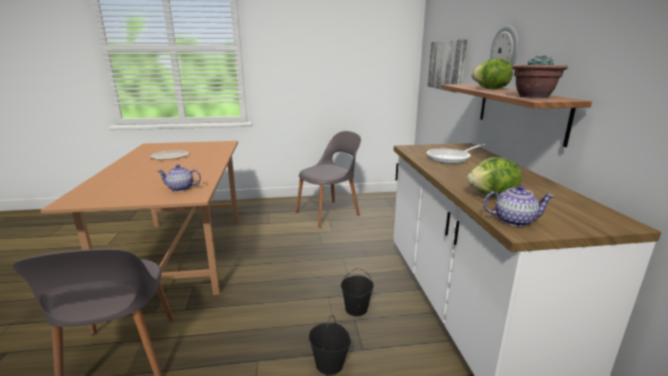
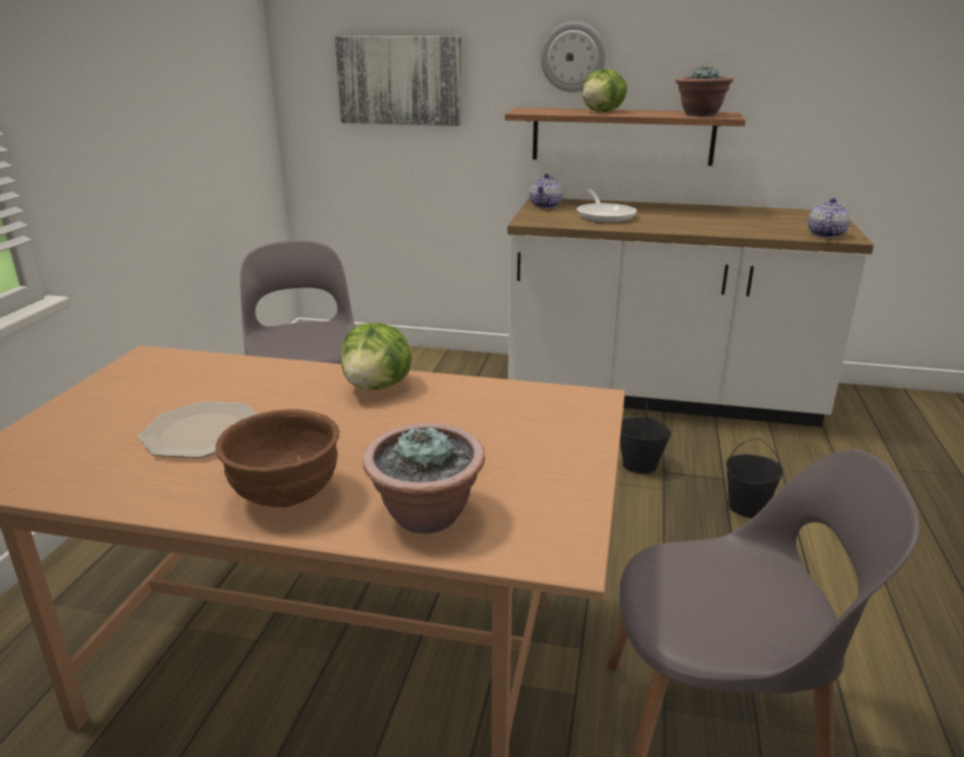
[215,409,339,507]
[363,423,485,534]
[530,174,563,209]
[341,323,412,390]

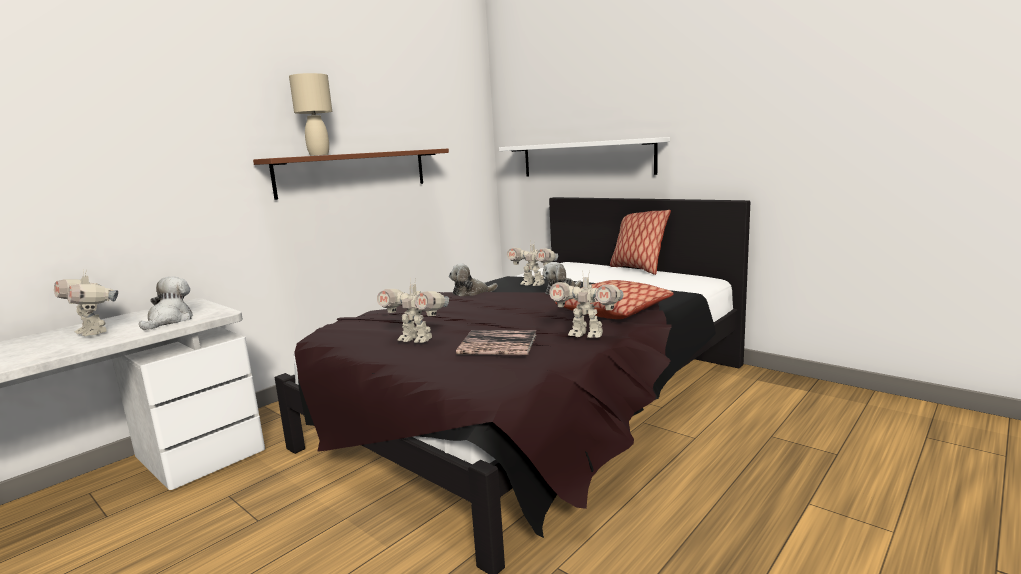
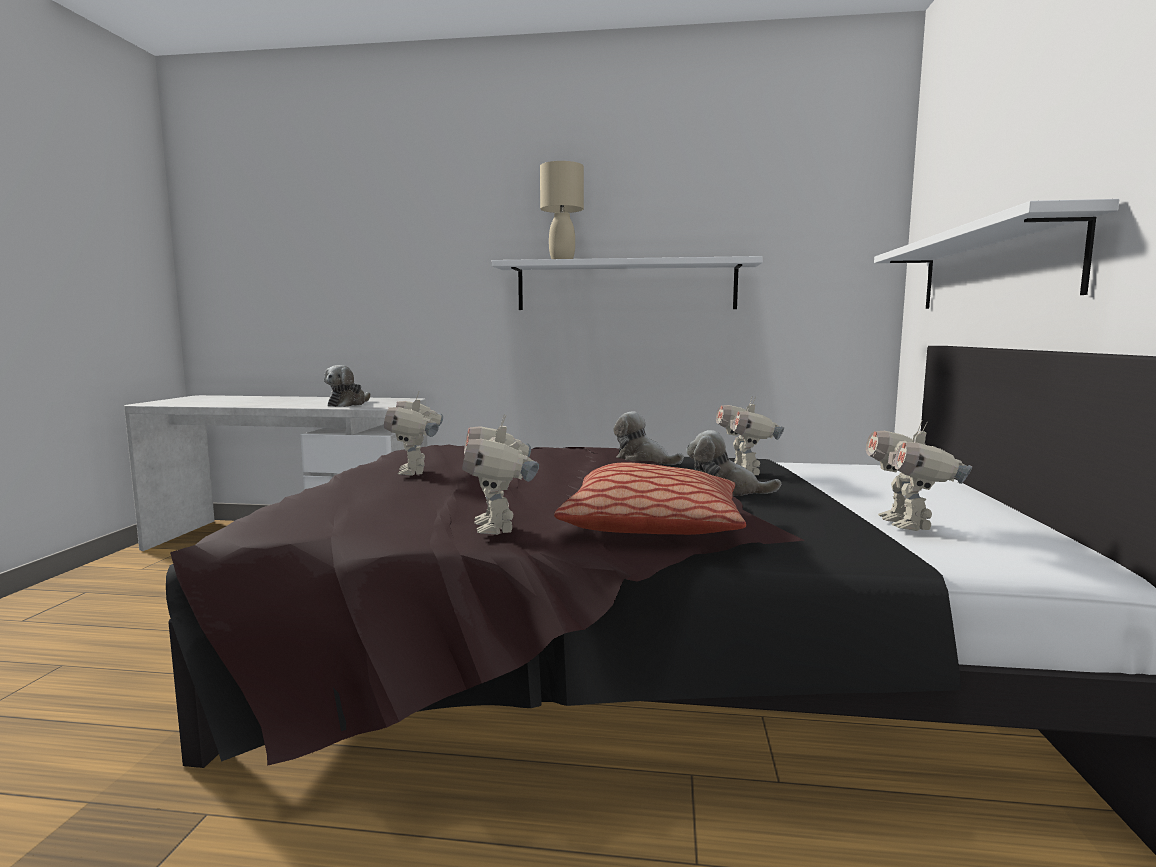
[456,330,536,355] (first image)
[610,210,671,275] (first image)
[866,421,972,531]
[492,256,763,310]
[324,365,371,407]

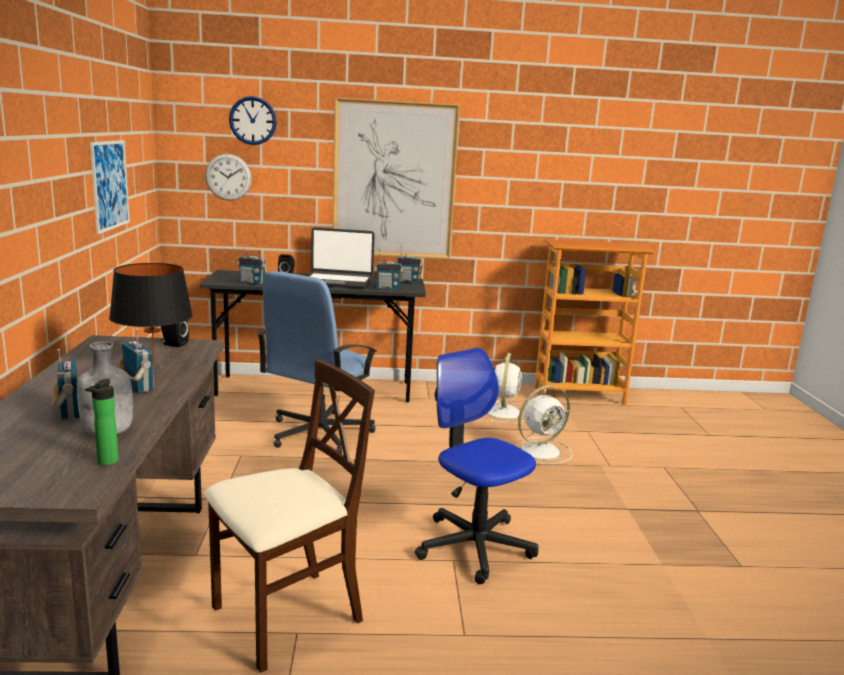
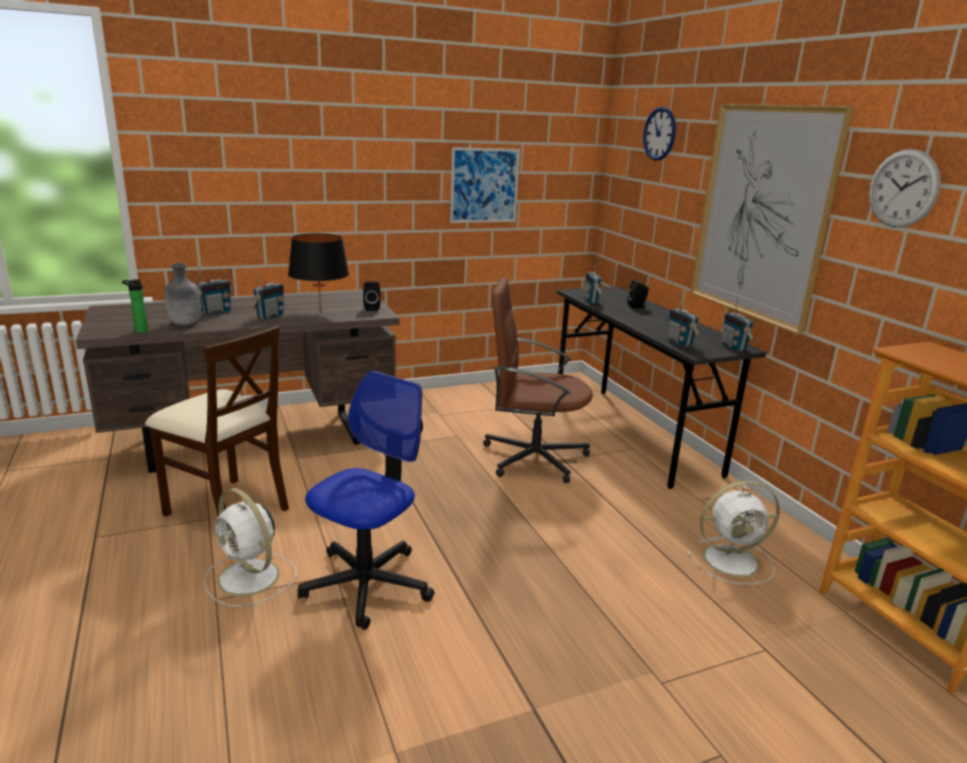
[308,227,375,289] (first image)
[869,149,941,228]
[203,488,297,607]
[483,278,593,483]

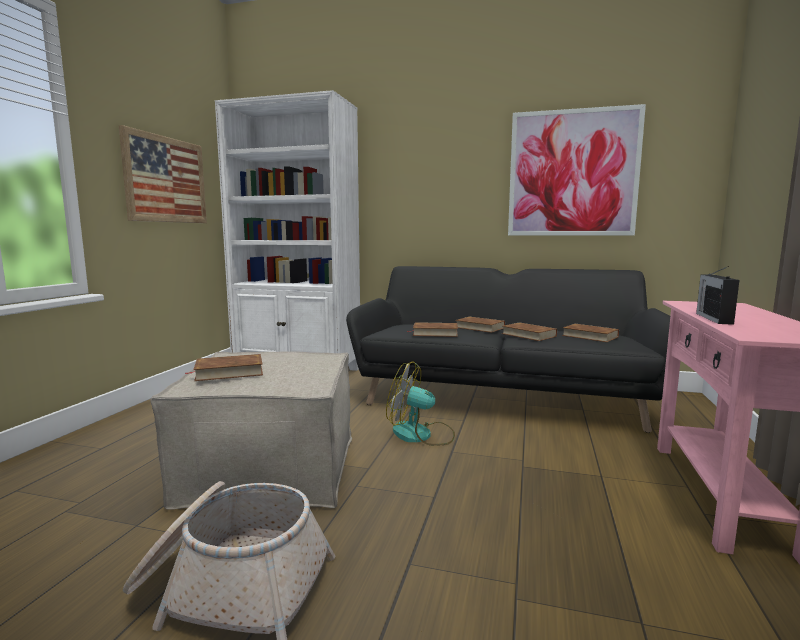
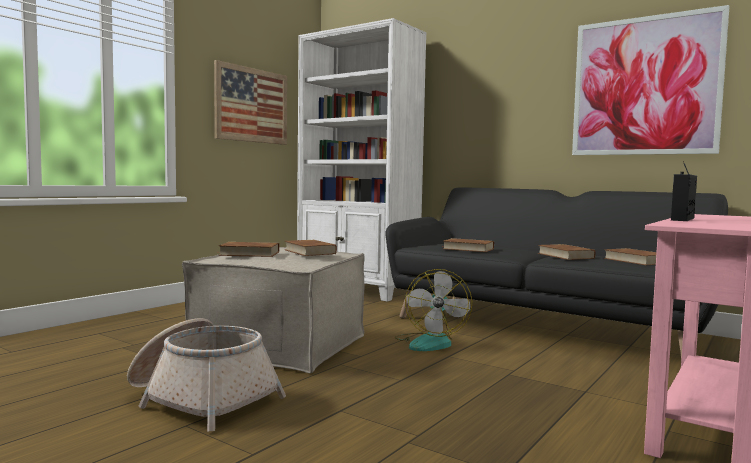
[285,240,337,256]
[395,269,472,351]

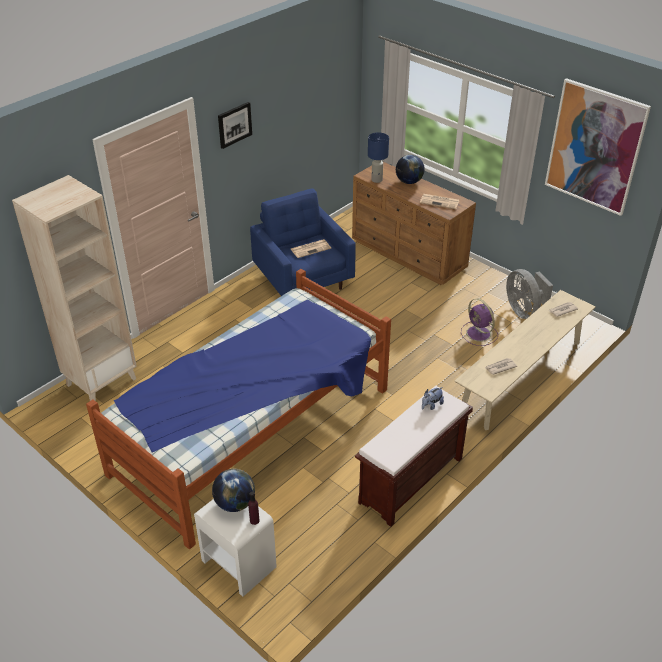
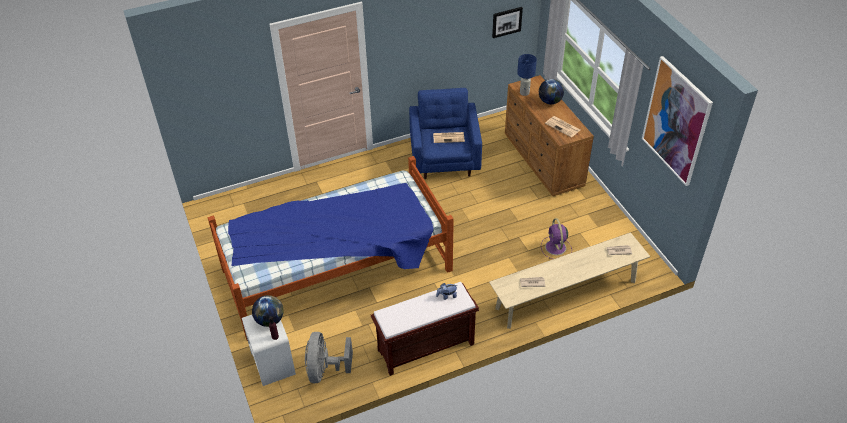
[12,175,137,401] (first image)
[492,7,523,38]
[305,332,353,383]

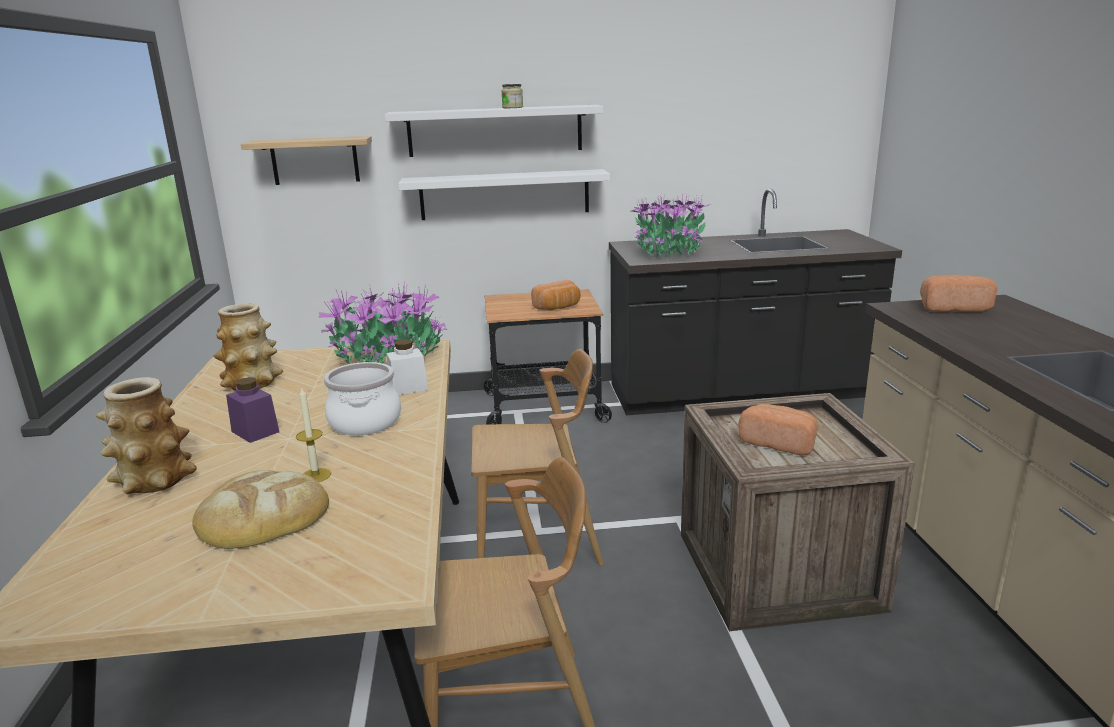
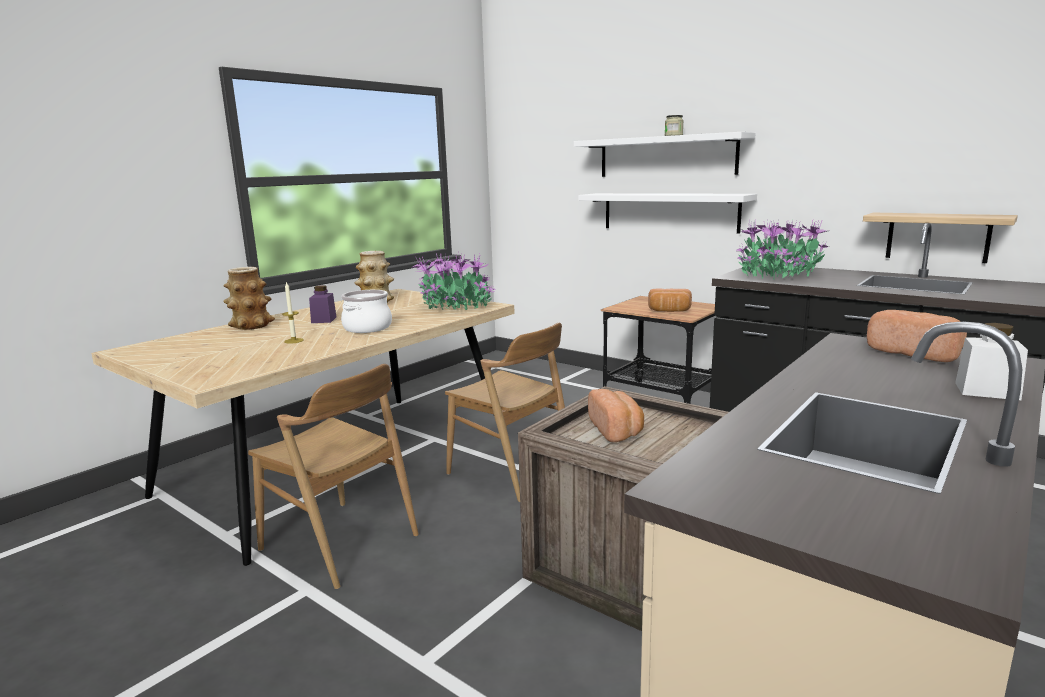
[192,470,329,549] (first image)
[863,213,1018,263]
[955,323,1028,400]

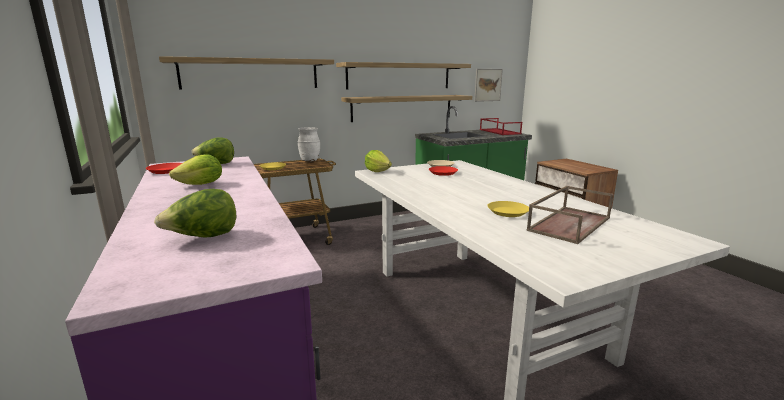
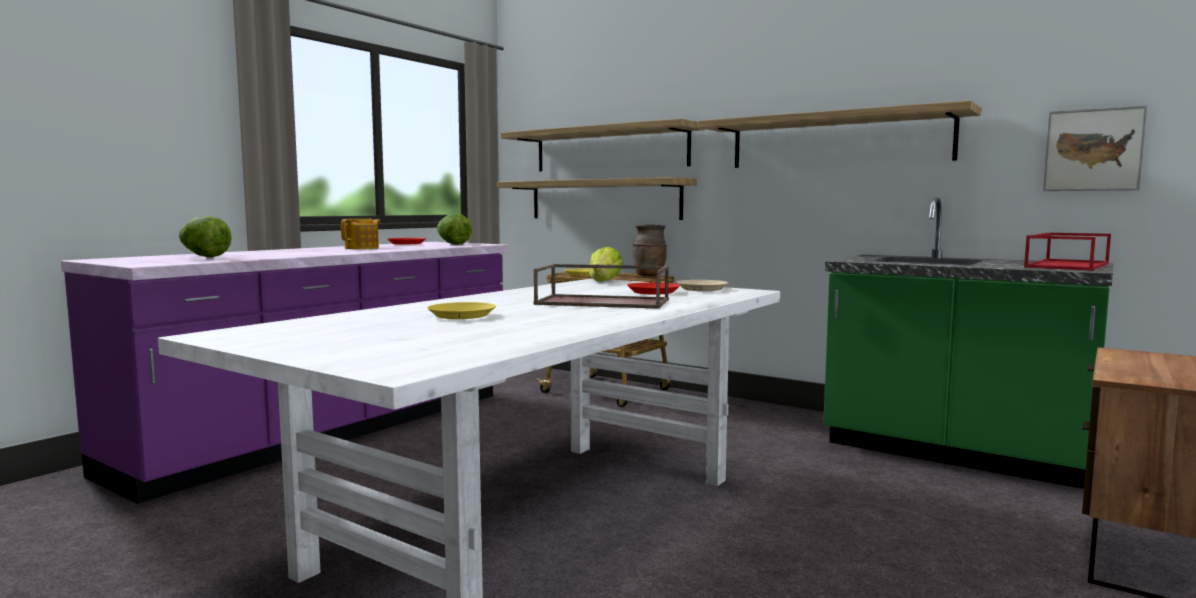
[496,177,697,220]
[534,264,669,309]
[341,219,380,249]
[633,224,667,276]

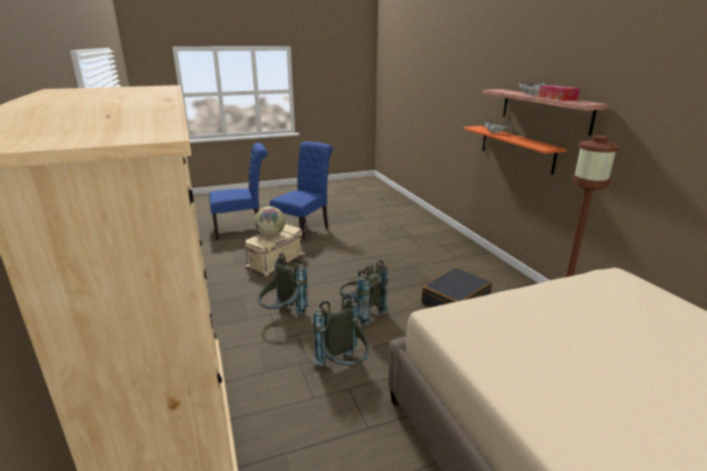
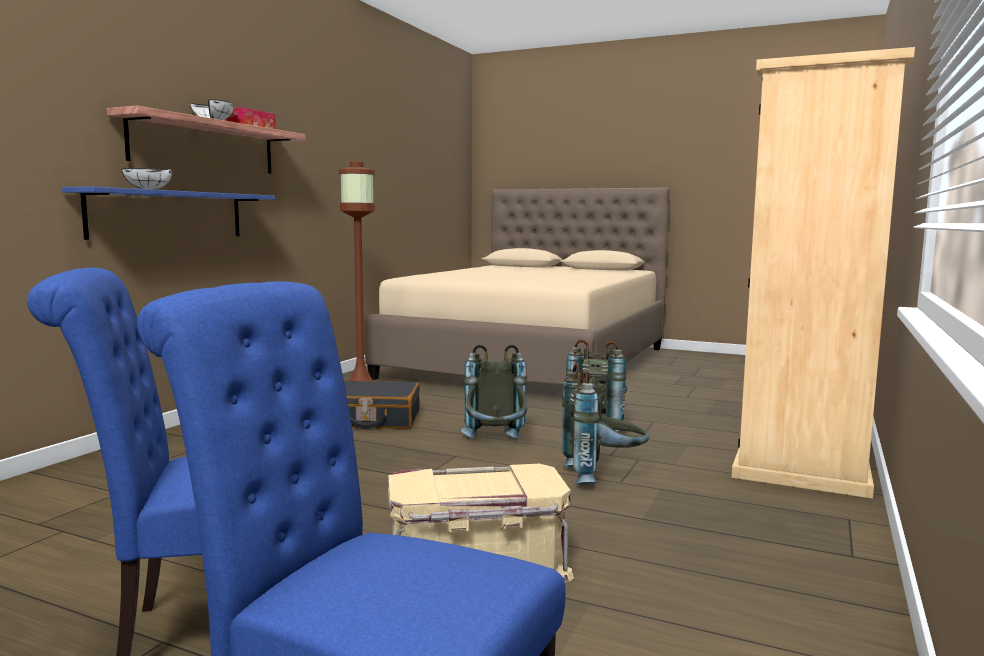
[254,206,285,237] (first image)
[62,187,275,240]

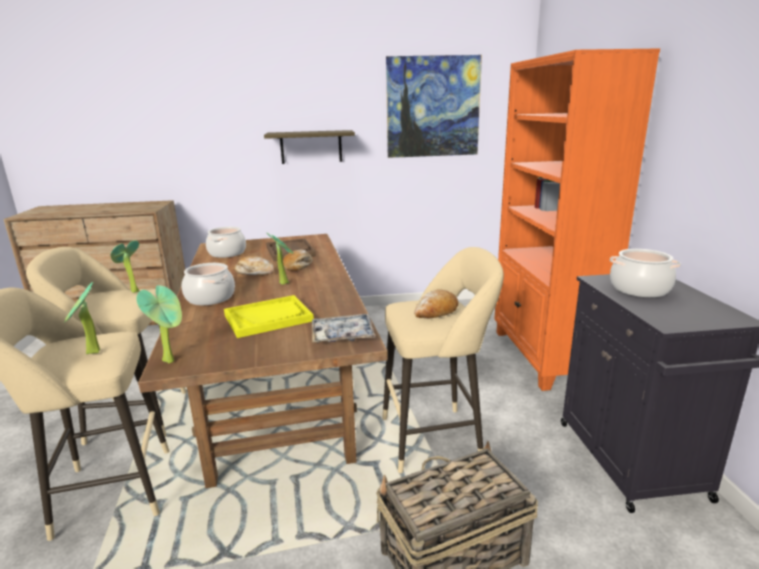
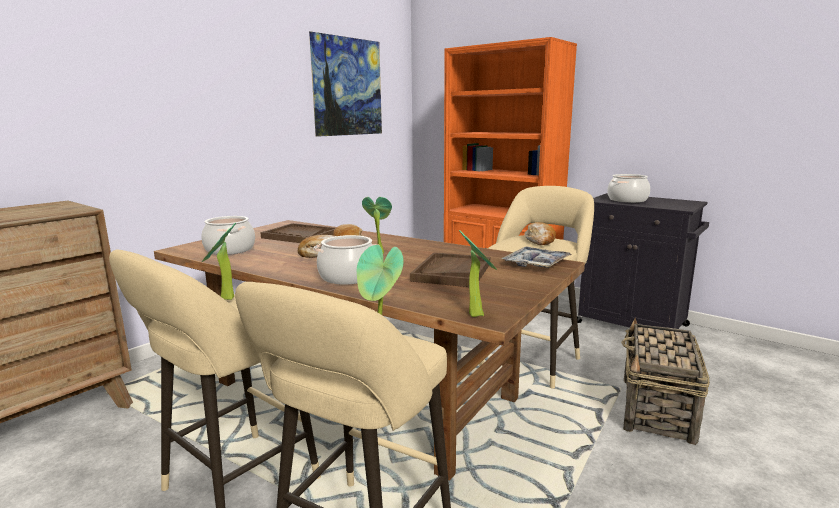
[264,130,355,164] (first image)
[410,252,490,287]

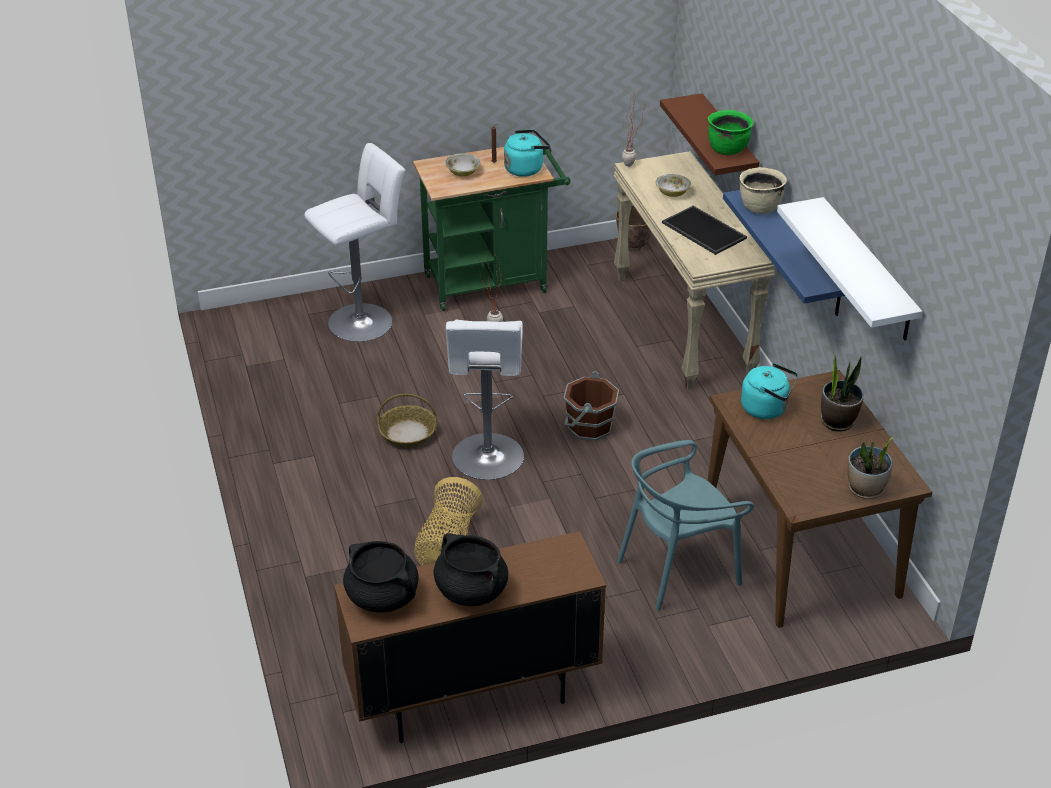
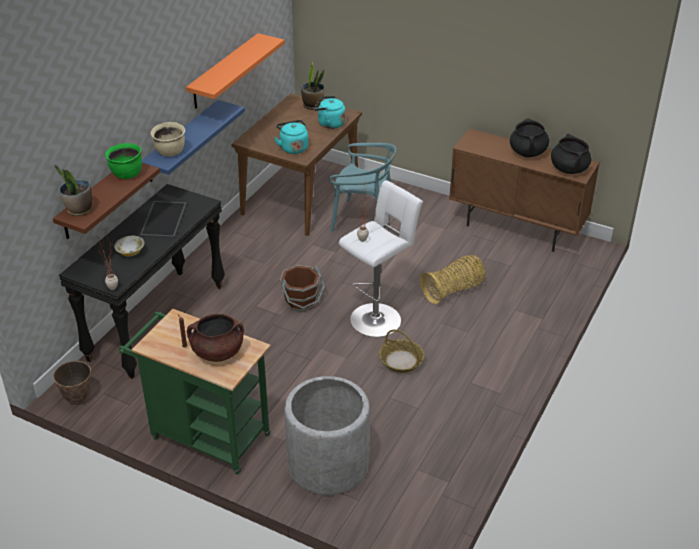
[314,96,346,129]
[55,165,93,216]
[284,376,370,495]
[187,314,244,362]
[59,184,225,379]
[186,33,285,109]

